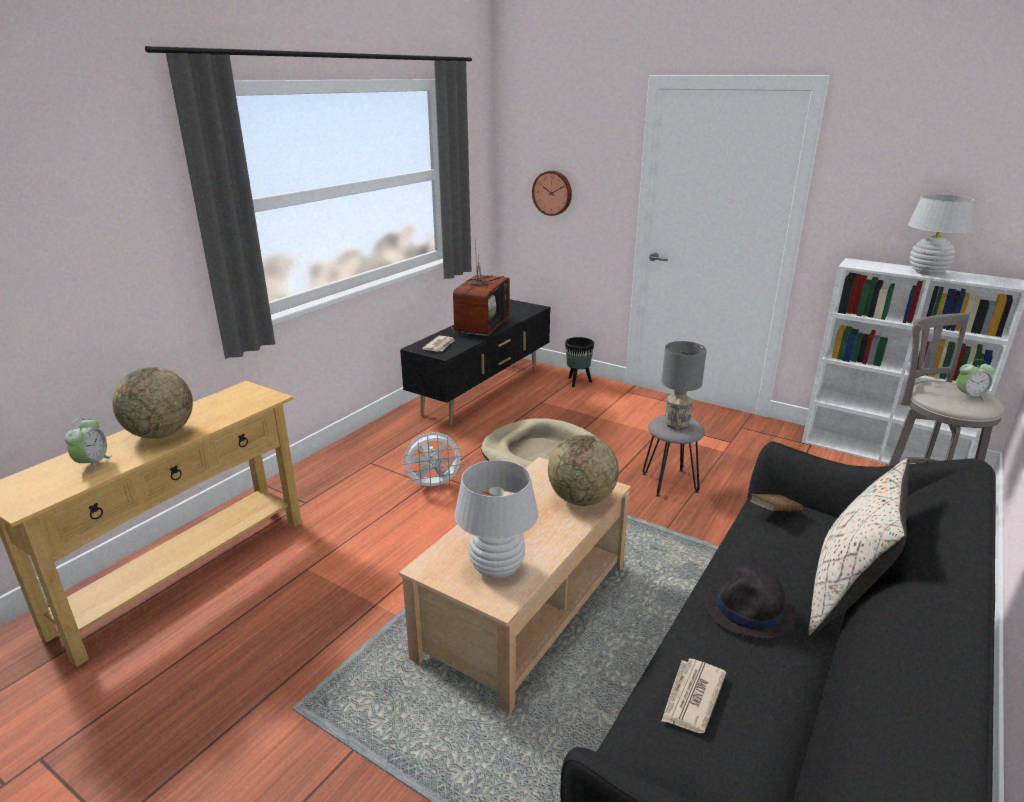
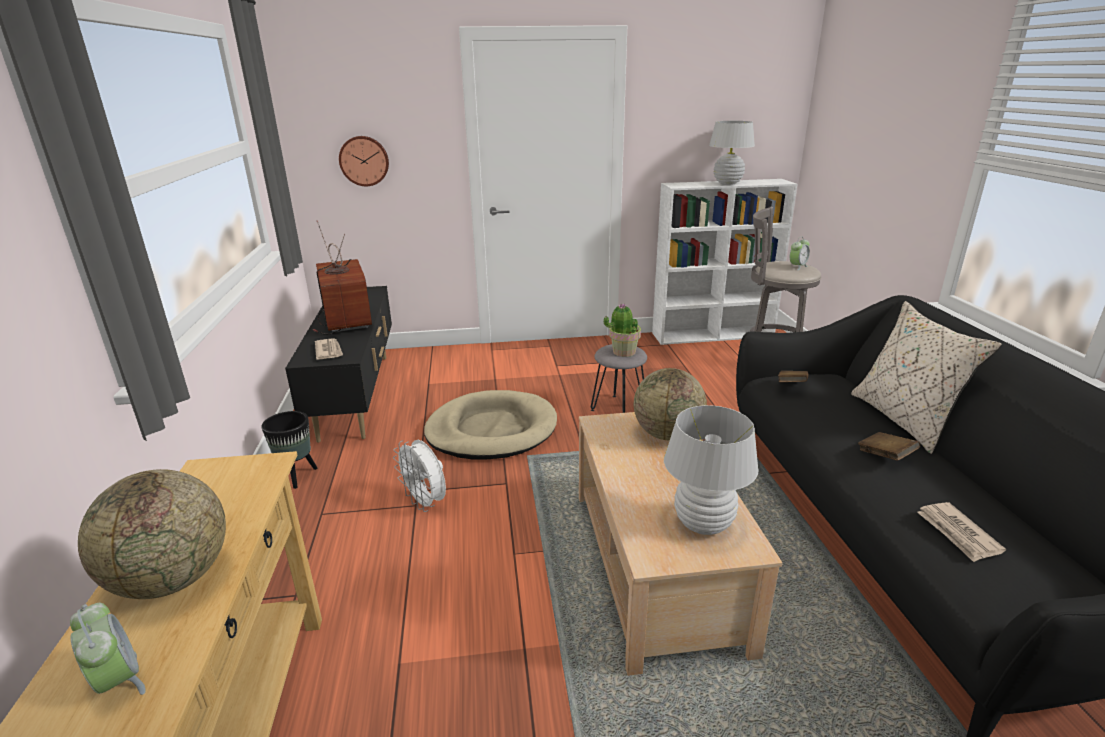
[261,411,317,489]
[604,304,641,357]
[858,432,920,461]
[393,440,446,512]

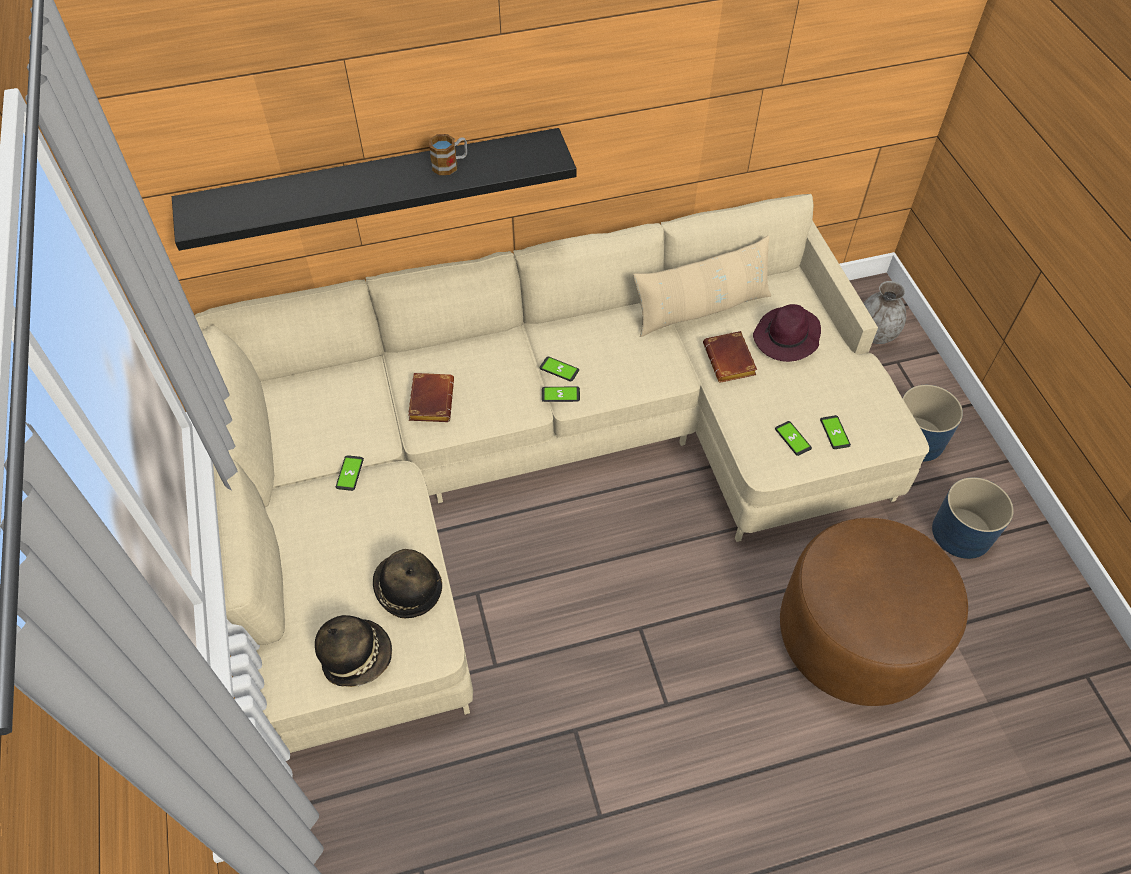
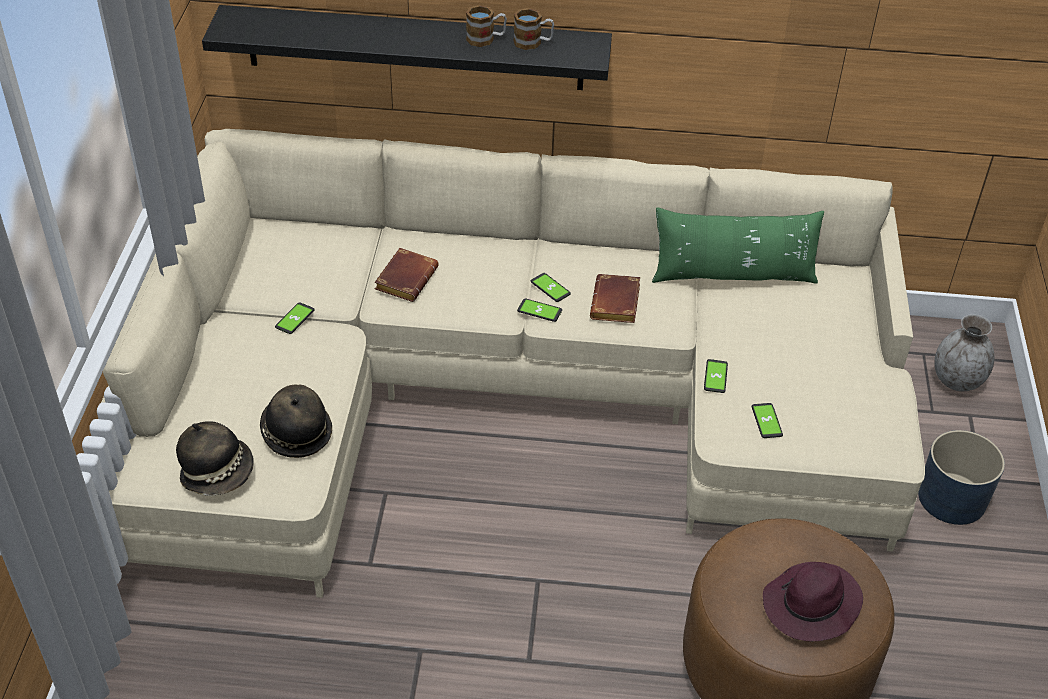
[932,477,1014,559] (first image)
[513,8,554,50]
[590,274,640,323]
[763,562,863,641]
[704,359,728,393]
[652,207,824,284]

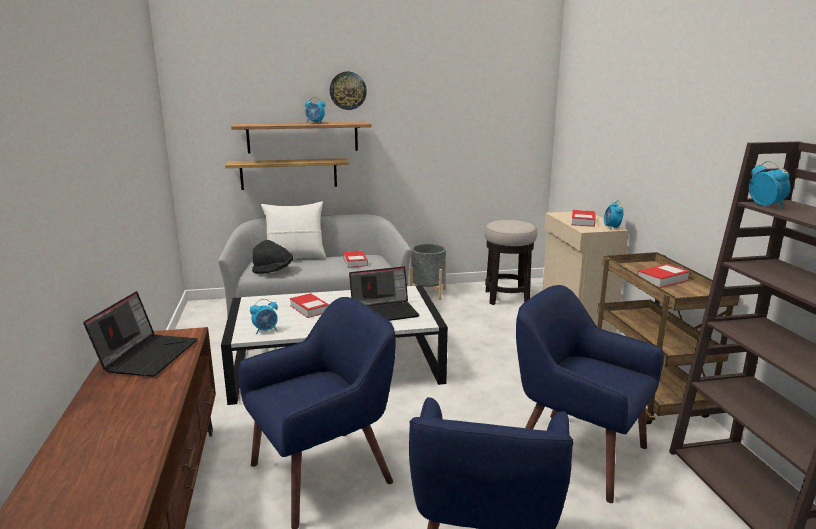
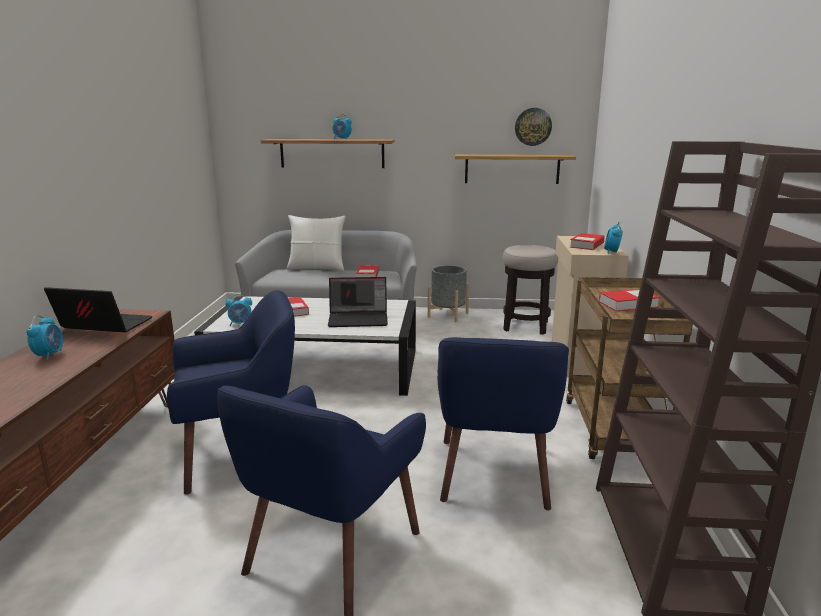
[252,240,293,274] (first image)
[455,154,576,184]
[515,108,552,146]
[26,315,63,360]
[44,287,153,333]
[437,337,569,511]

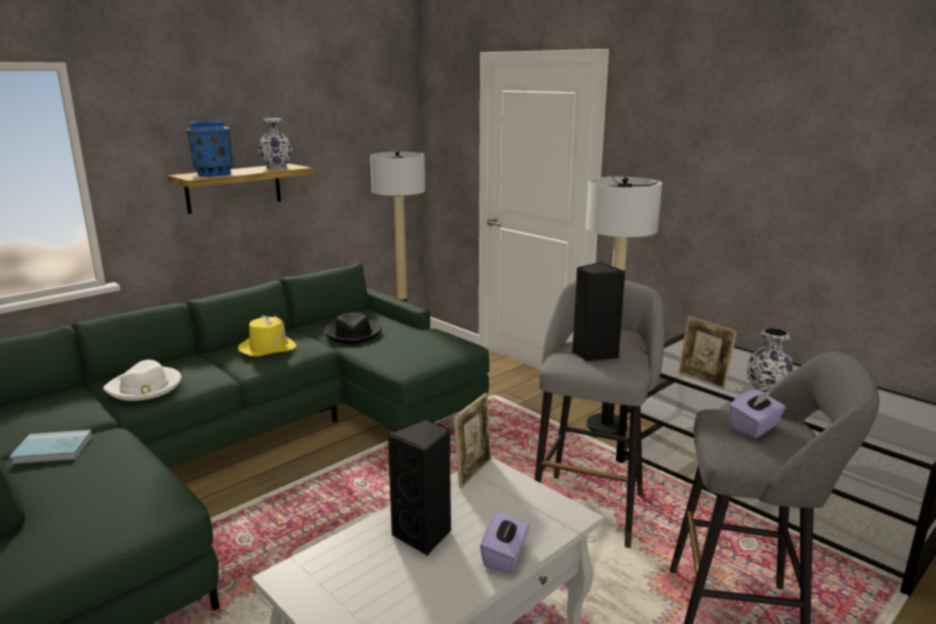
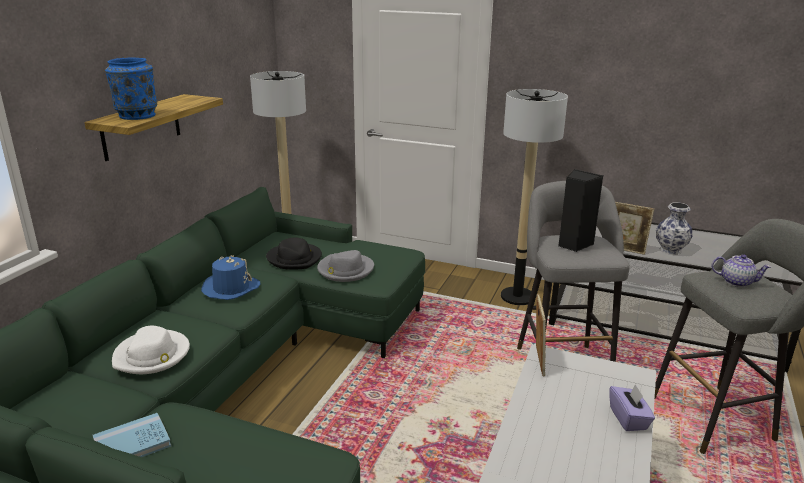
[258,118,293,170] (first image)
[387,419,451,556] (first image)
[317,250,374,282]
[711,254,771,287]
[201,255,260,300]

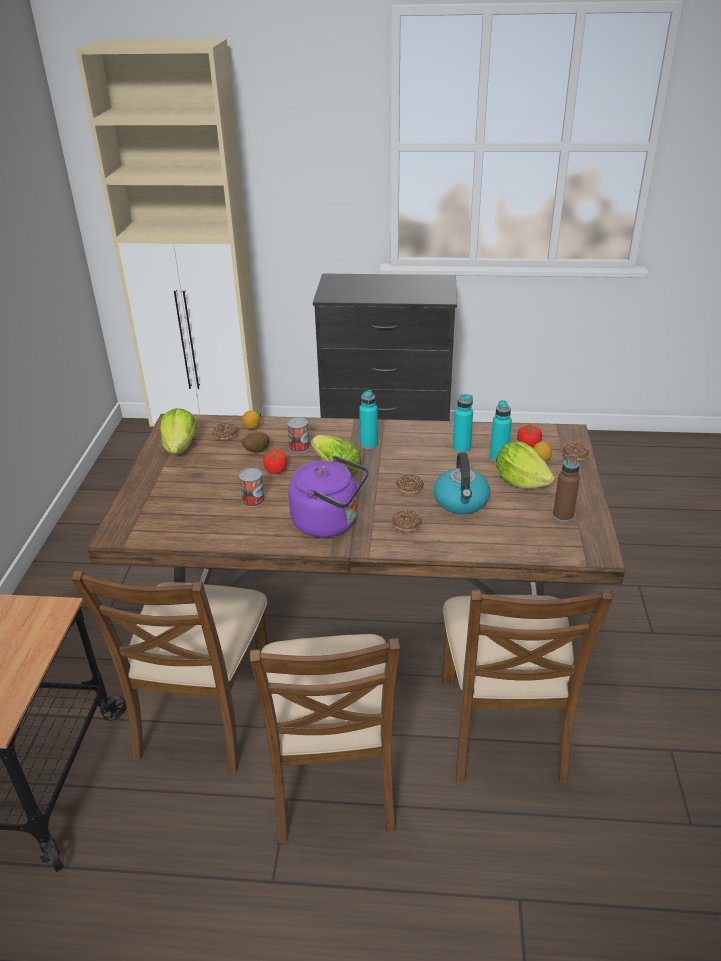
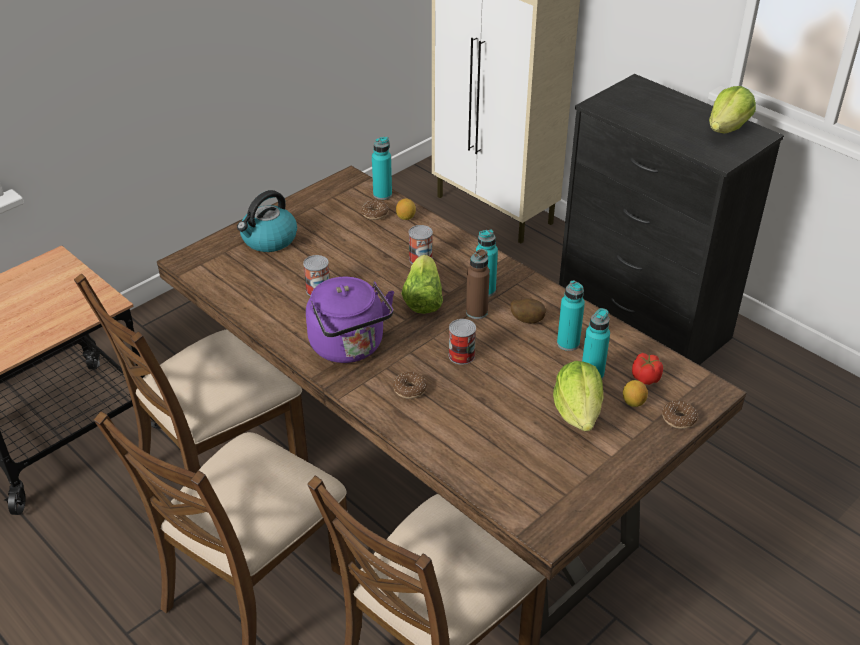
[264,449,287,474] (first image)
[372,137,392,200]
[709,86,756,133]
[511,298,546,324]
[237,190,297,252]
[466,249,490,319]
[449,319,476,365]

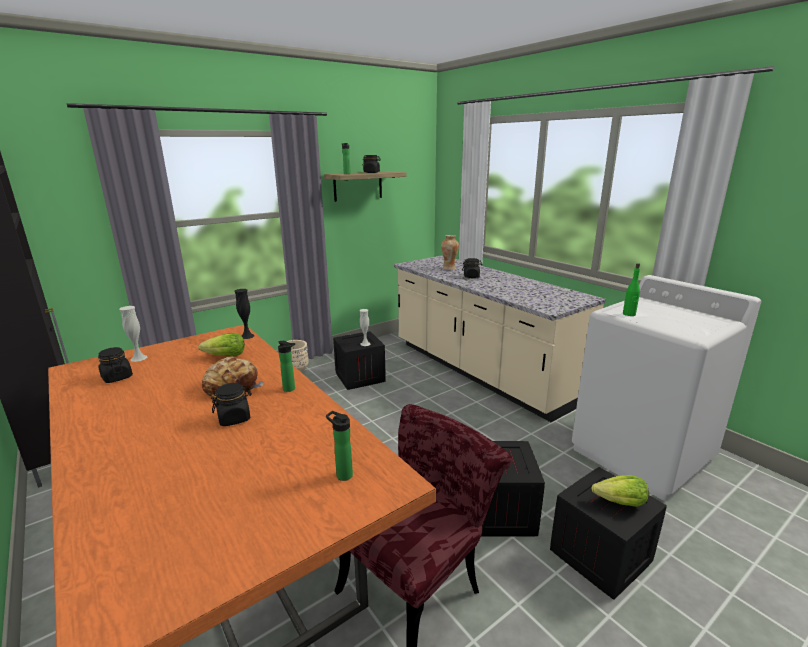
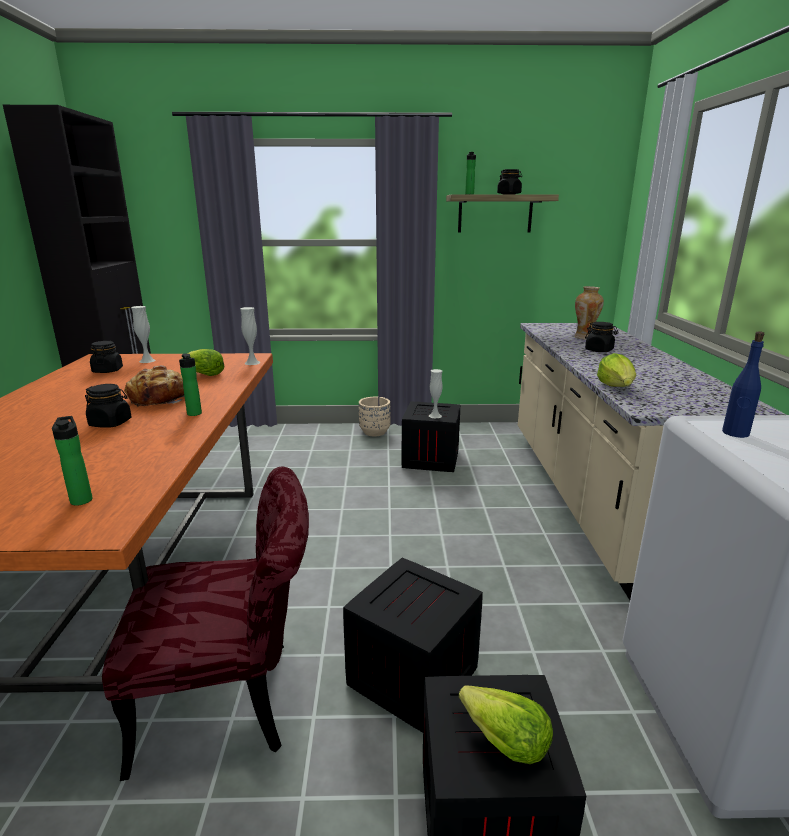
[597,353,636,387]
[240,307,260,365]
[722,331,765,438]

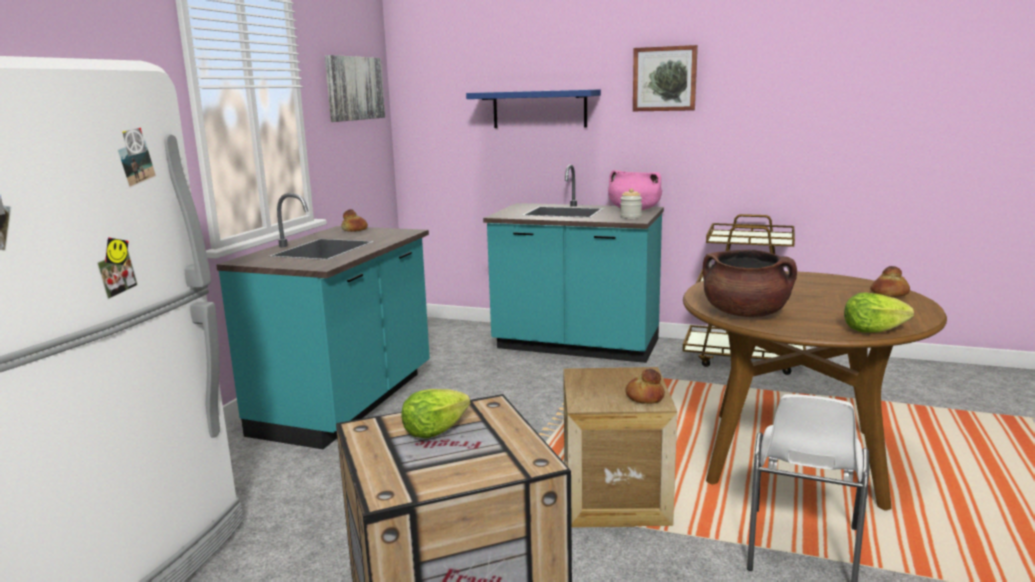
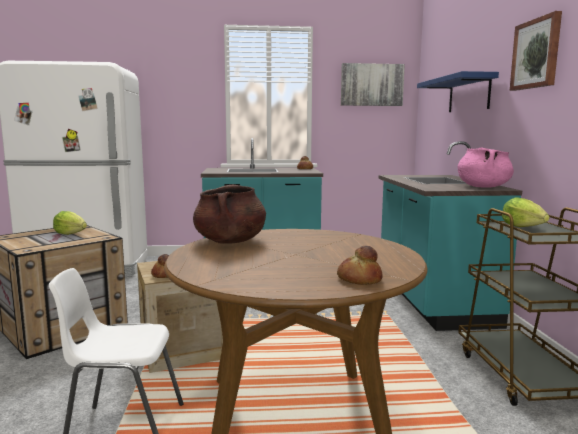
[620,188,642,219] (first image)
[502,197,550,227]

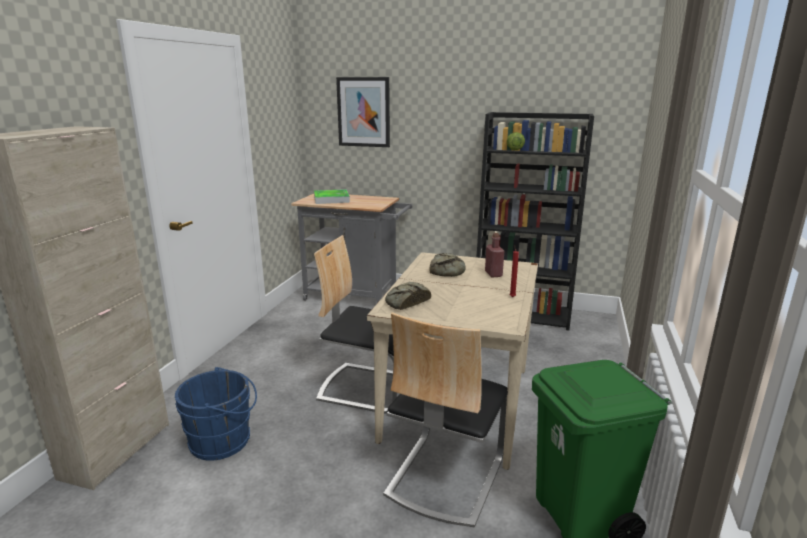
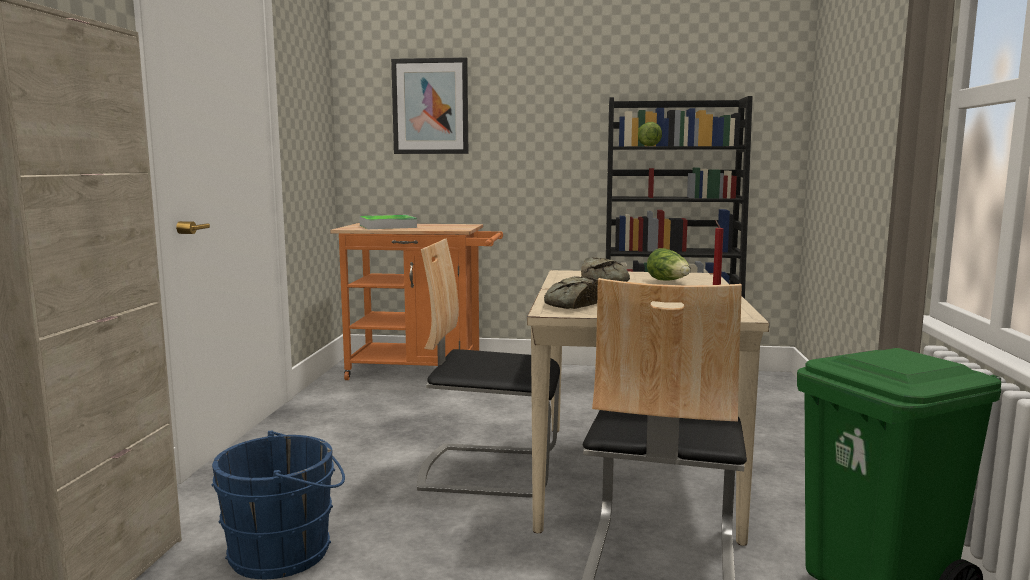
[647,248,690,281]
[330,223,503,380]

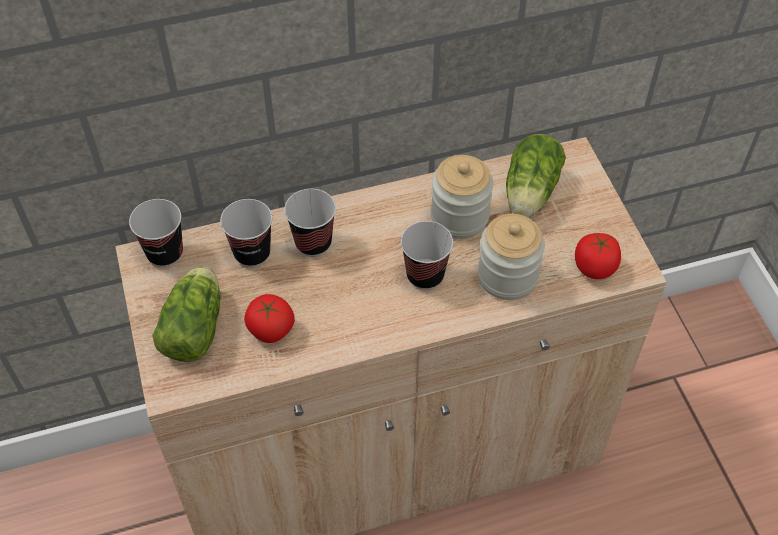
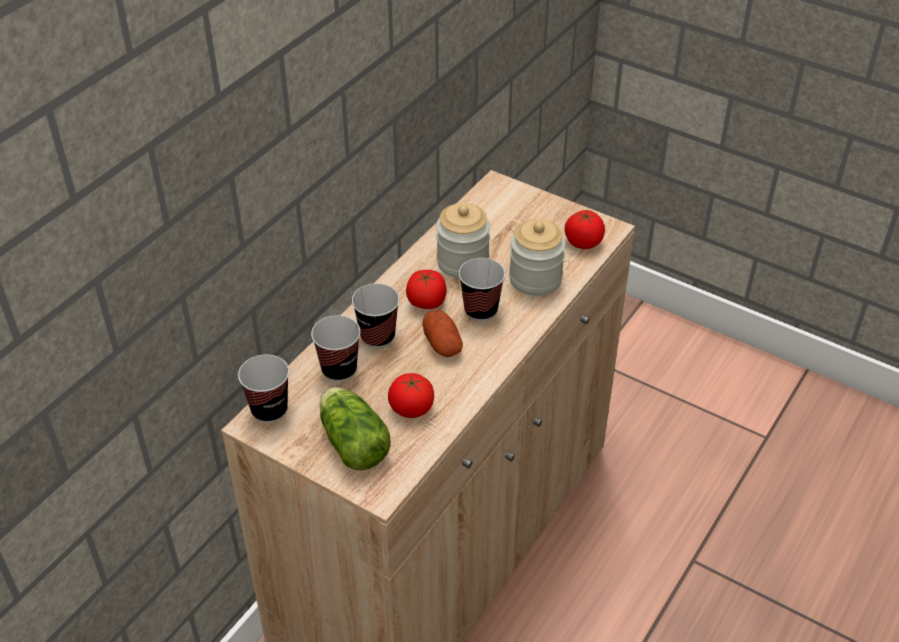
[506,134,566,217] (first image)
[406,270,446,309]
[422,310,463,357]

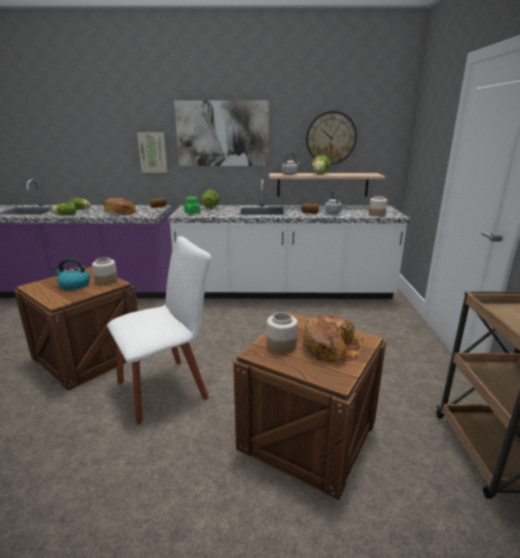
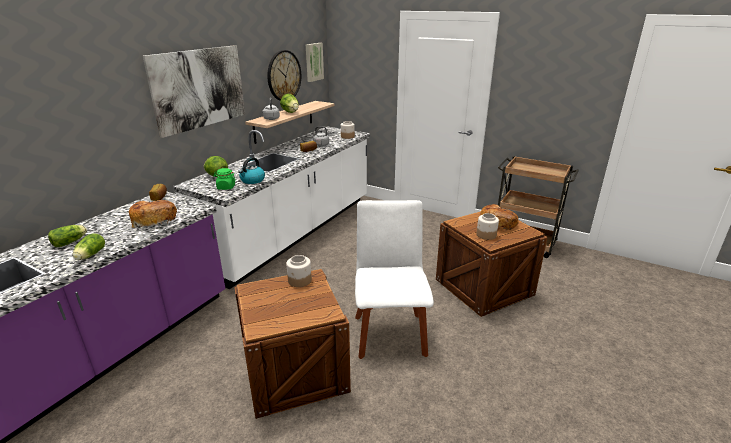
[238,157,265,184]
[306,43,324,82]

